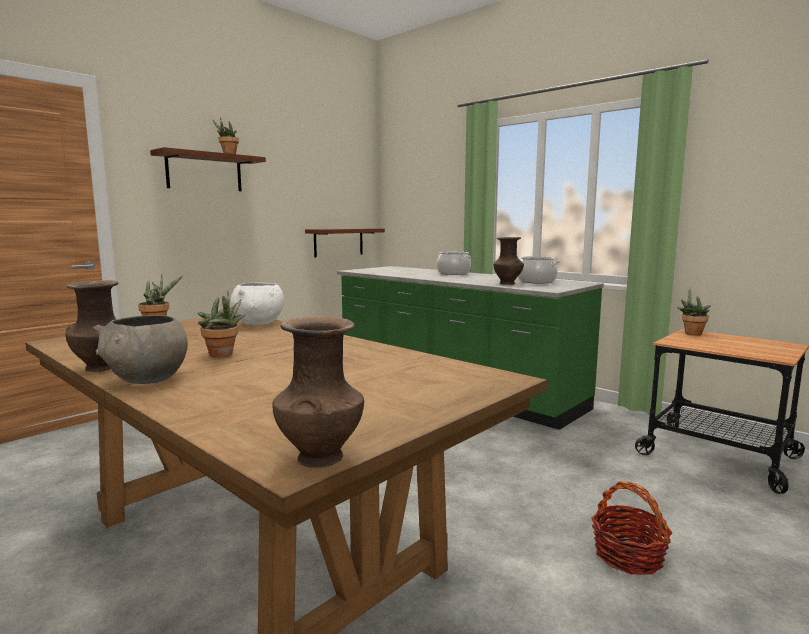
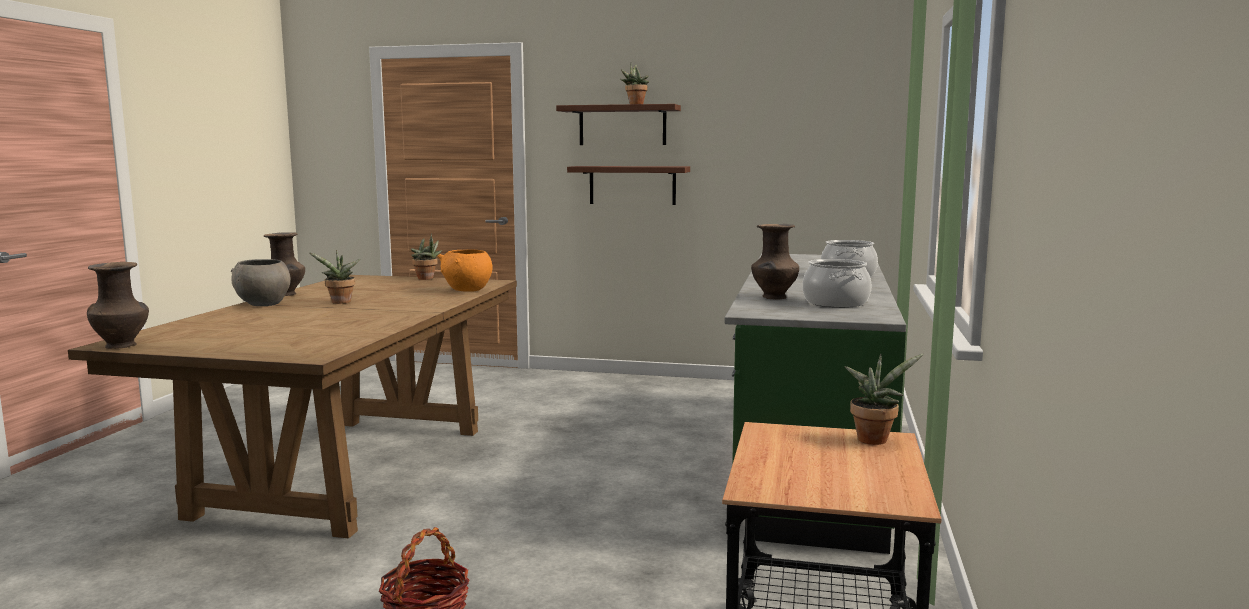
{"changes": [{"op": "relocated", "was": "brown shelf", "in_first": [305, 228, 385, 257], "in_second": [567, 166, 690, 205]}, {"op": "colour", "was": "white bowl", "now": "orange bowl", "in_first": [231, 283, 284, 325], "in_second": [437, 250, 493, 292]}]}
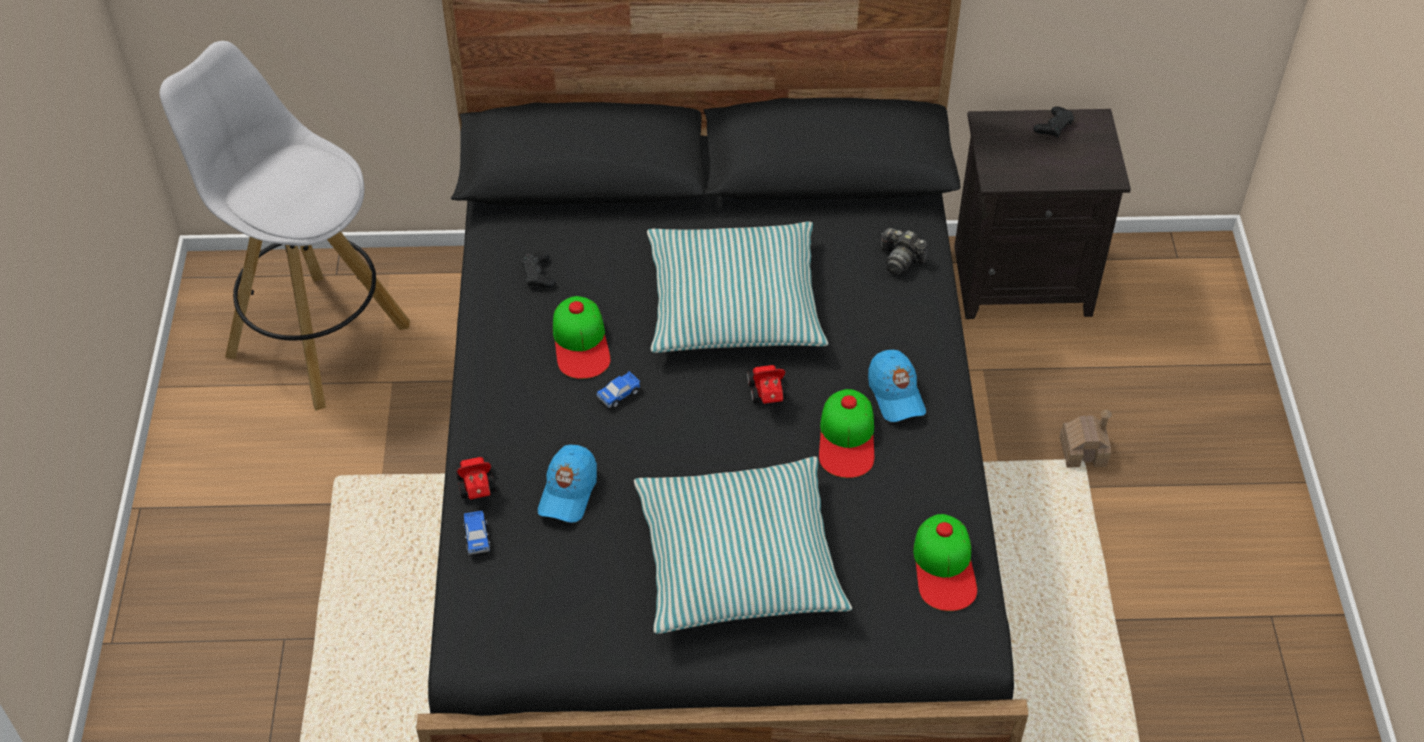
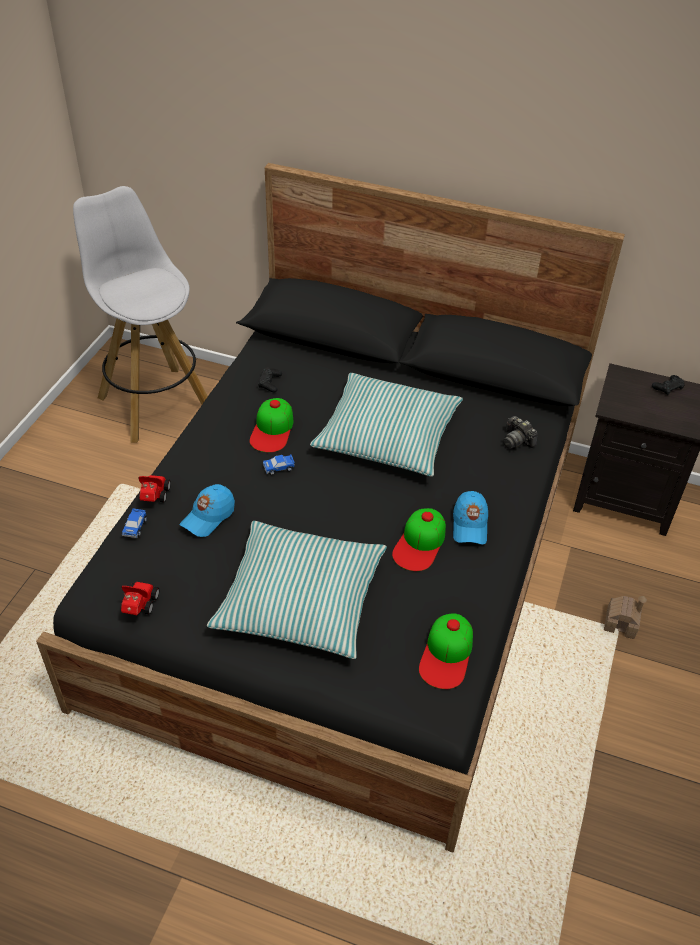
{"changes": [{"op": "relocated", "was": "toy car", "in_first": [747, 365, 786, 404], "in_second": [121, 582, 159, 615]}]}
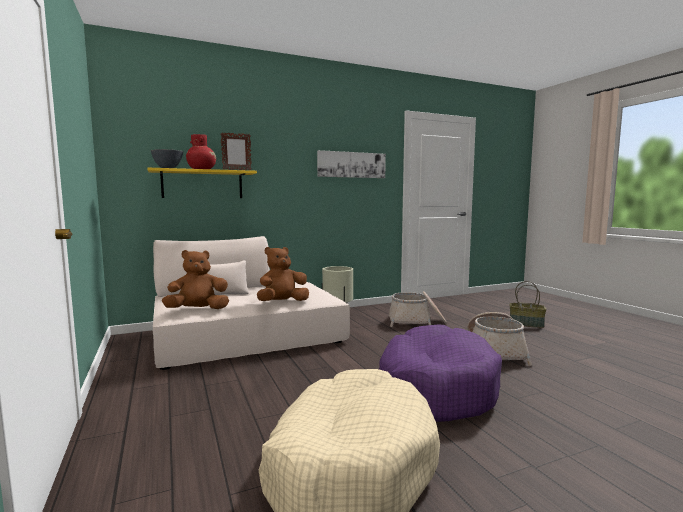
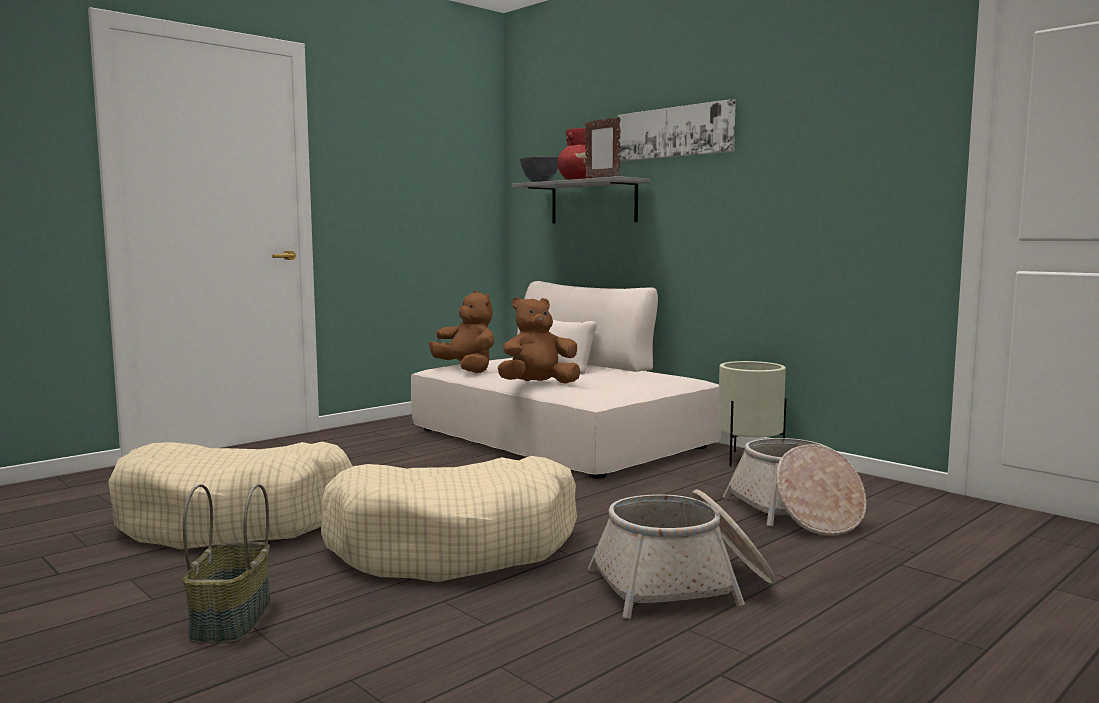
{"changes": [{"op": "relocated", "was": "picture", "in_first": [317, 150, 386, 178], "in_second": [617, 99, 736, 161]}, {"op": "relocated", "was": "basket", "in_first": [509, 281, 546, 328], "in_second": [183, 484, 270, 643]}, {"op": "colour", "was": "yellow shelf", "now": "grey shelf", "in_first": [148, 168, 257, 198], "in_second": [512, 176, 651, 224]}, {"op": "colour", "was": "purple dog bed", "now": "beige dog bed", "in_first": [379, 325, 502, 422], "in_second": [321, 456, 577, 582]}, {"op": "spun", "was": "brown plush toy", "in_first": [257, 247, 309, 301], "in_second": [498, 297, 580, 384], "clockwise": -60}]}
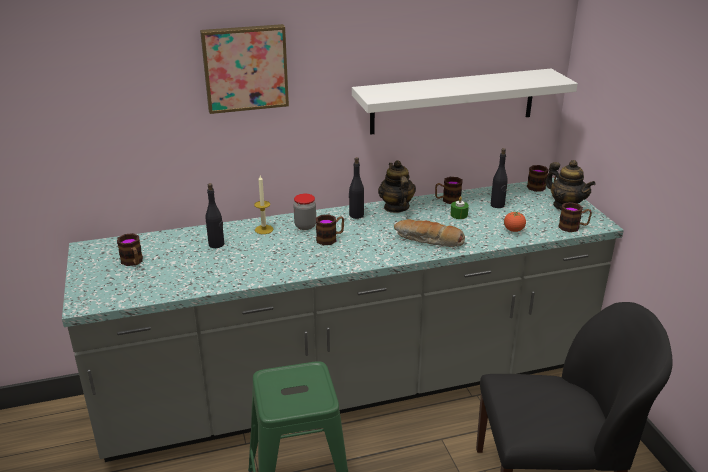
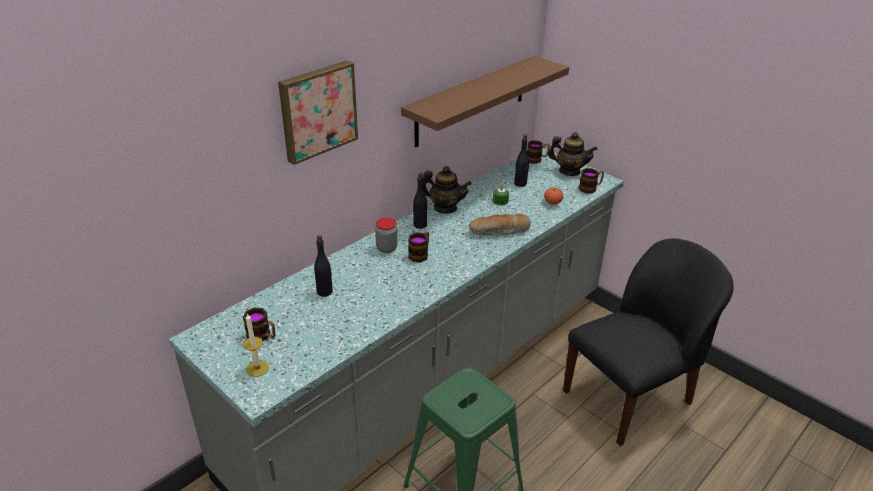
{"changes": [{"op": "missing", "was": "mug", "in_first": [435, 177, 463, 204]}, {"op": "relocated", "was": "candle", "in_first": [254, 176, 273, 234], "in_second": [243, 313, 269, 377]}, {"op": "colour", "was": "white shelf", "now": "brown shelf", "in_first": [352, 69, 578, 135], "in_second": [401, 56, 569, 147]}, {"op": "spun", "was": "teapot", "in_first": [378, 160, 416, 213], "in_second": [423, 166, 471, 214], "clockwise": 150}]}
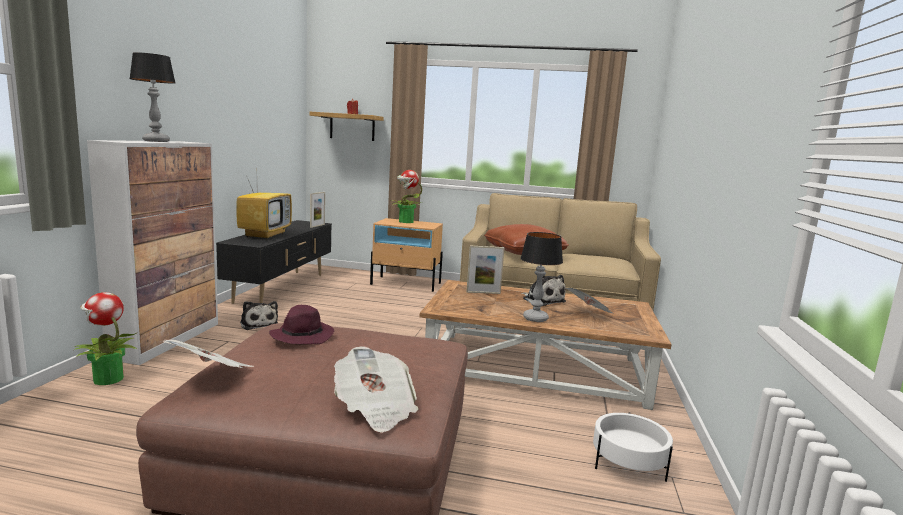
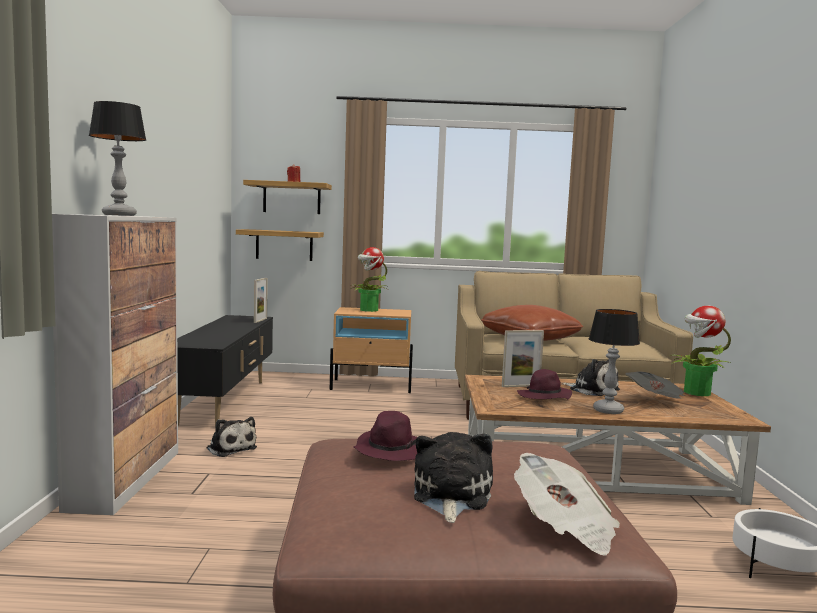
{"changes": [{"op": "missing", "was": "newspaper", "in_first": [163, 340, 254, 368]}, {"op": "missing", "was": "television", "in_first": [236, 177, 292, 239]}, {"op": "appeared", "now": "shelf", "in_second": [236, 229, 324, 261]}, {"op": "appeared", "now": "plush toy", "in_second": [414, 432, 493, 523]}, {"op": "appeared", "now": "purple hat", "in_second": [517, 369, 572, 400]}, {"op": "relocated", "was": "potted plant", "in_first": [74, 292, 138, 385], "in_second": [670, 306, 731, 396]}]}
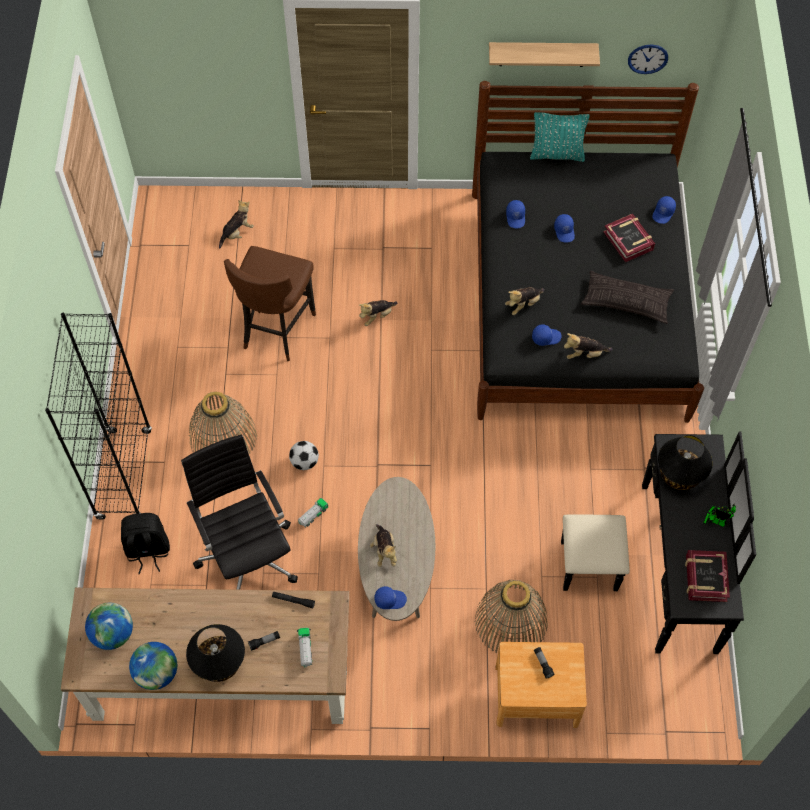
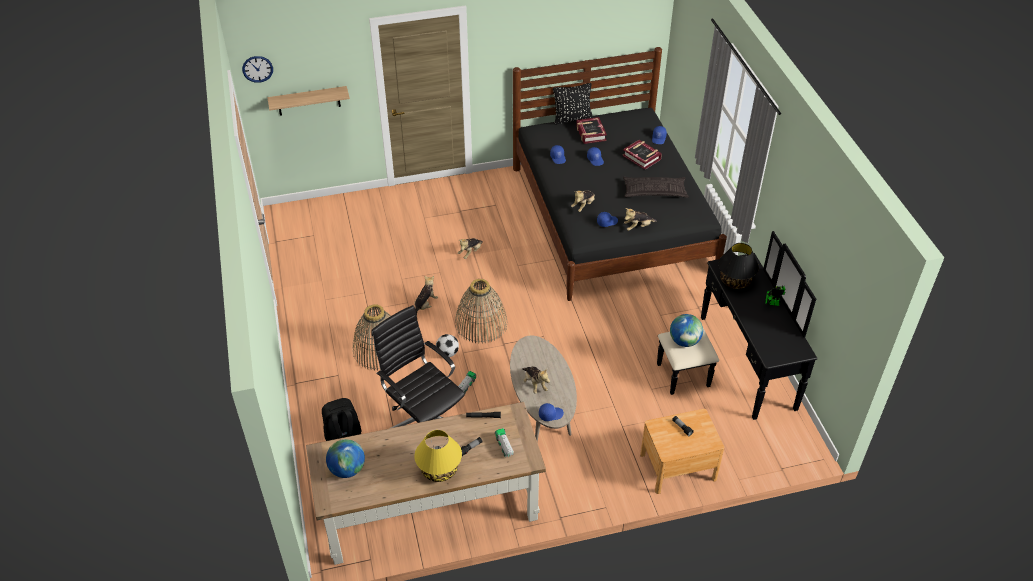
{"changes": [{"op": "missing", "was": "black bookcase", "in_first": [45, 313, 152, 520]}, {"op": "missing", "was": "brown stool", "in_first": [224, 246, 316, 361]}, {"op": "relocated", "was": "globe", "in_first": [129, 642, 177, 690], "in_second": [670, 314, 703, 347]}, {"op": "relocated", "was": "plush toy", "in_first": [219, 200, 254, 249], "in_second": [414, 276, 438, 315]}, {"op": "relocated", "was": "basket", "in_first": [475, 580, 548, 653], "in_second": [455, 279, 507, 344]}, {"op": "relocated", "was": "shelf", "in_first": [489, 42, 600, 67], "in_second": [267, 86, 350, 116]}, {"op": "relocated", "was": "wall clock", "in_first": [628, 45, 668, 74], "in_second": [242, 56, 273, 83]}, {"op": "relocated", "was": "book", "in_first": [685, 550, 730, 602], "in_second": [576, 117, 607, 144]}, {"op": "colour", "was": "black table lamp", "now": "yellow table lamp", "in_first": [186, 624, 245, 682], "in_second": [414, 430, 462, 482]}, {"op": "colour", "was": "turquoise pillow", "now": "black pillow", "in_first": [530, 112, 590, 162], "in_second": [553, 83, 593, 125]}]}
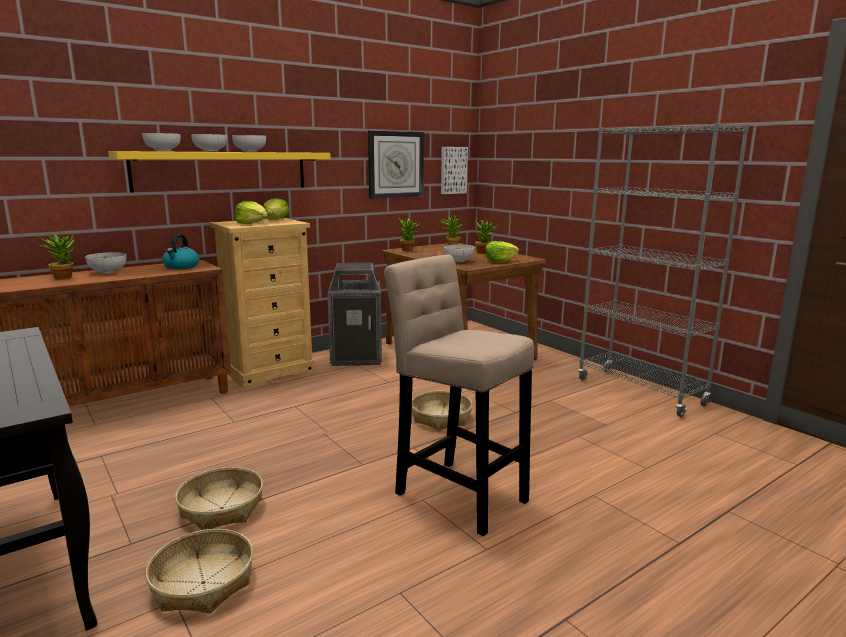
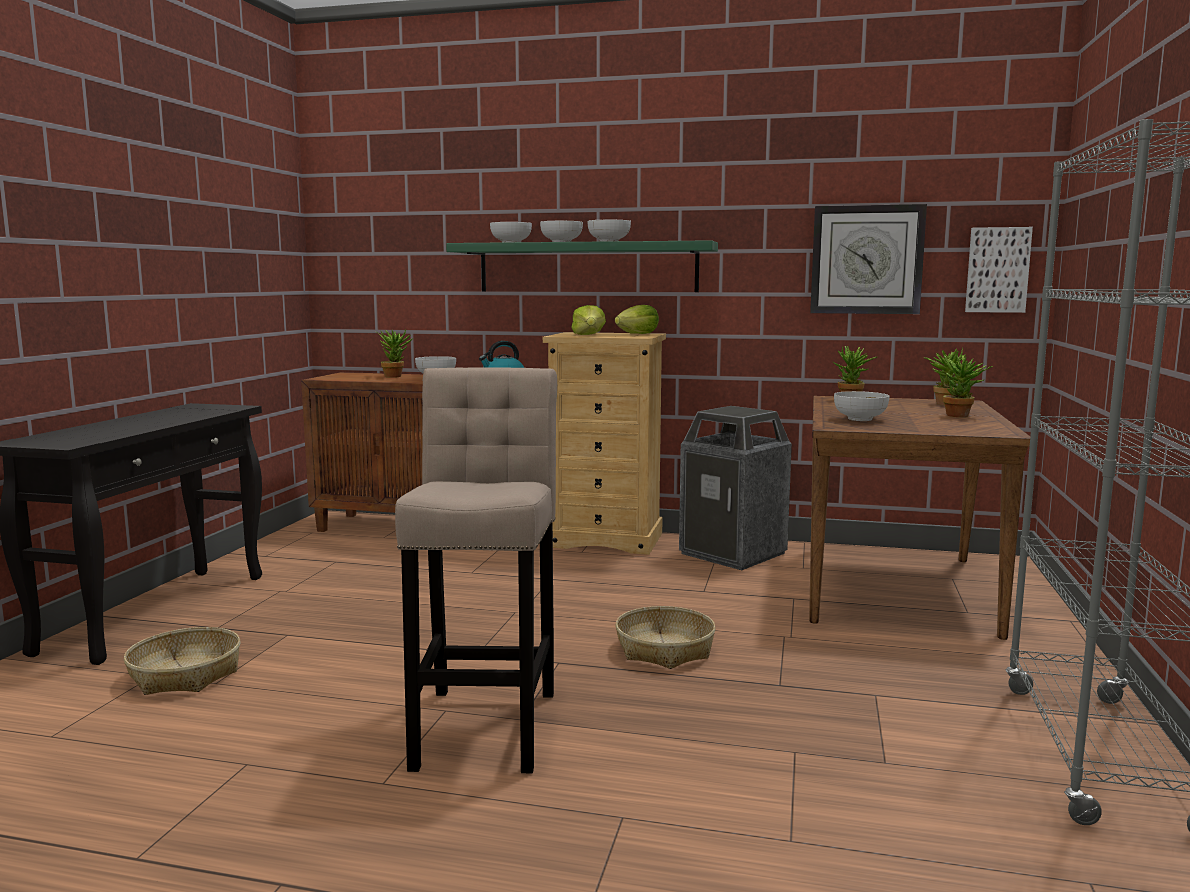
{"changes": [{"op": "missing", "was": "basket", "in_first": [175, 467, 263, 530]}, {"op": "missing", "was": "lettuce", "in_first": [485, 241, 519, 262]}, {"op": "colour", "was": "yellow shelf", "now": "green shelf", "in_first": [108, 151, 331, 193], "in_second": [446, 240, 718, 292]}]}
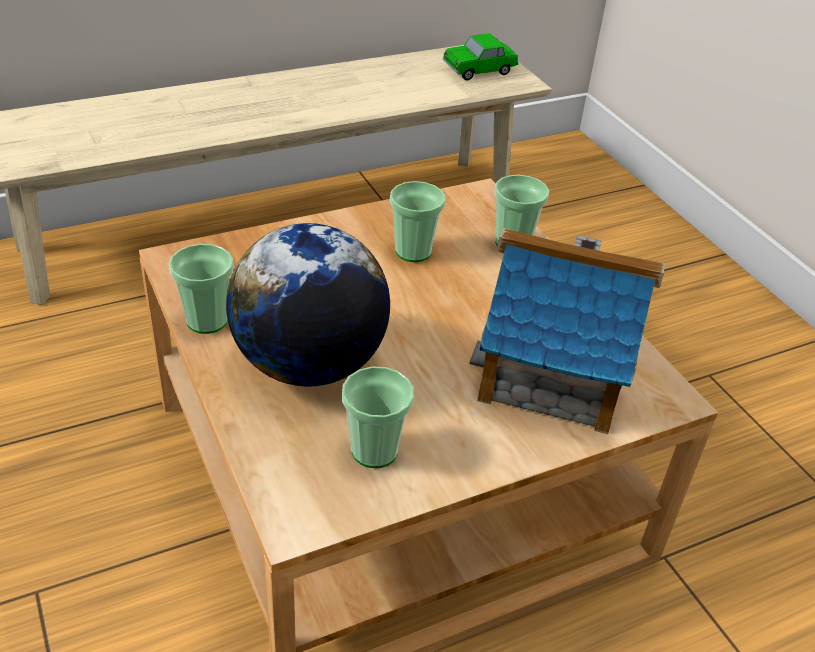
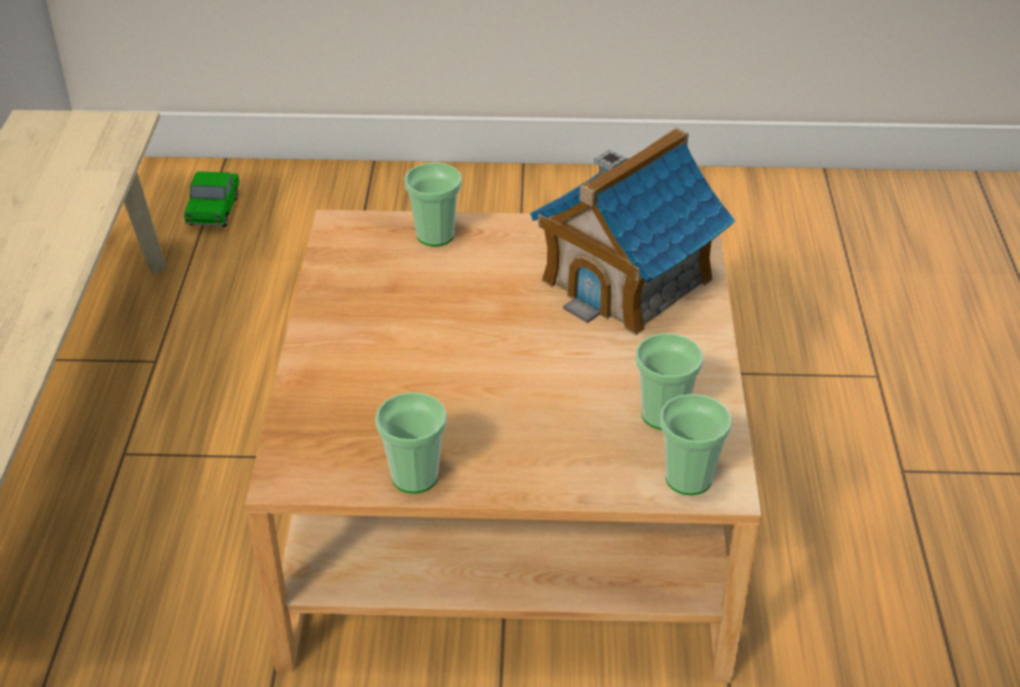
{"changes": [{"op": "missing", "was": "globe", "in_first": [226, 223, 390, 387]}, {"op": "relocated", "was": "cup", "in_first": [390, 181, 446, 262], "in_second": [660, 394, 731, 495]}, {"op": "relocated", "was": "toy car", "in_first": [443, 33, 519, 80], "in_second": [184, 171, 240, 227]}]}
